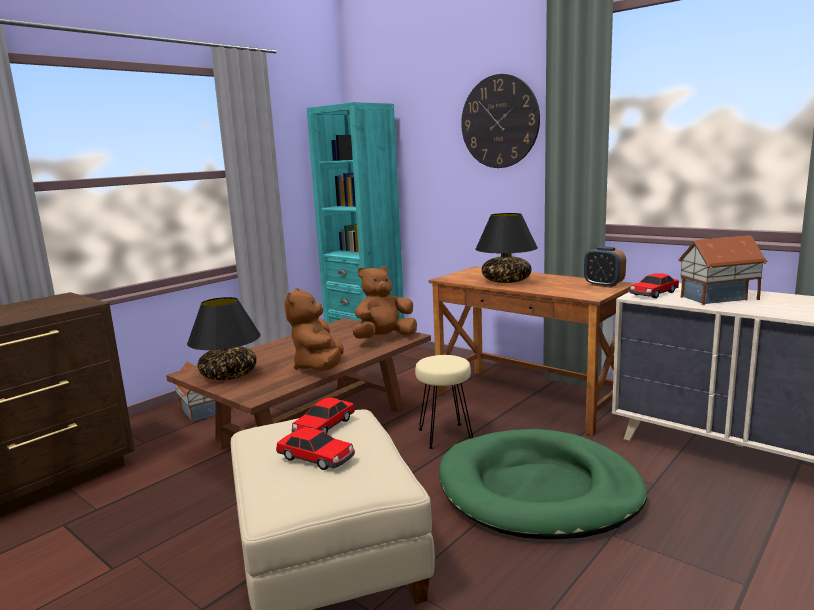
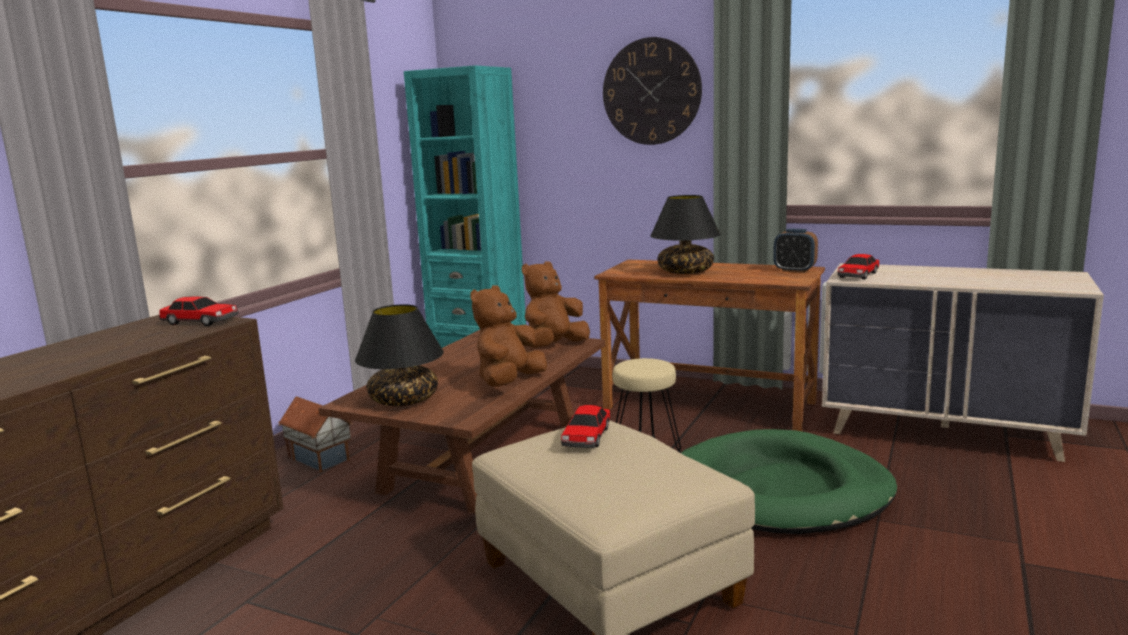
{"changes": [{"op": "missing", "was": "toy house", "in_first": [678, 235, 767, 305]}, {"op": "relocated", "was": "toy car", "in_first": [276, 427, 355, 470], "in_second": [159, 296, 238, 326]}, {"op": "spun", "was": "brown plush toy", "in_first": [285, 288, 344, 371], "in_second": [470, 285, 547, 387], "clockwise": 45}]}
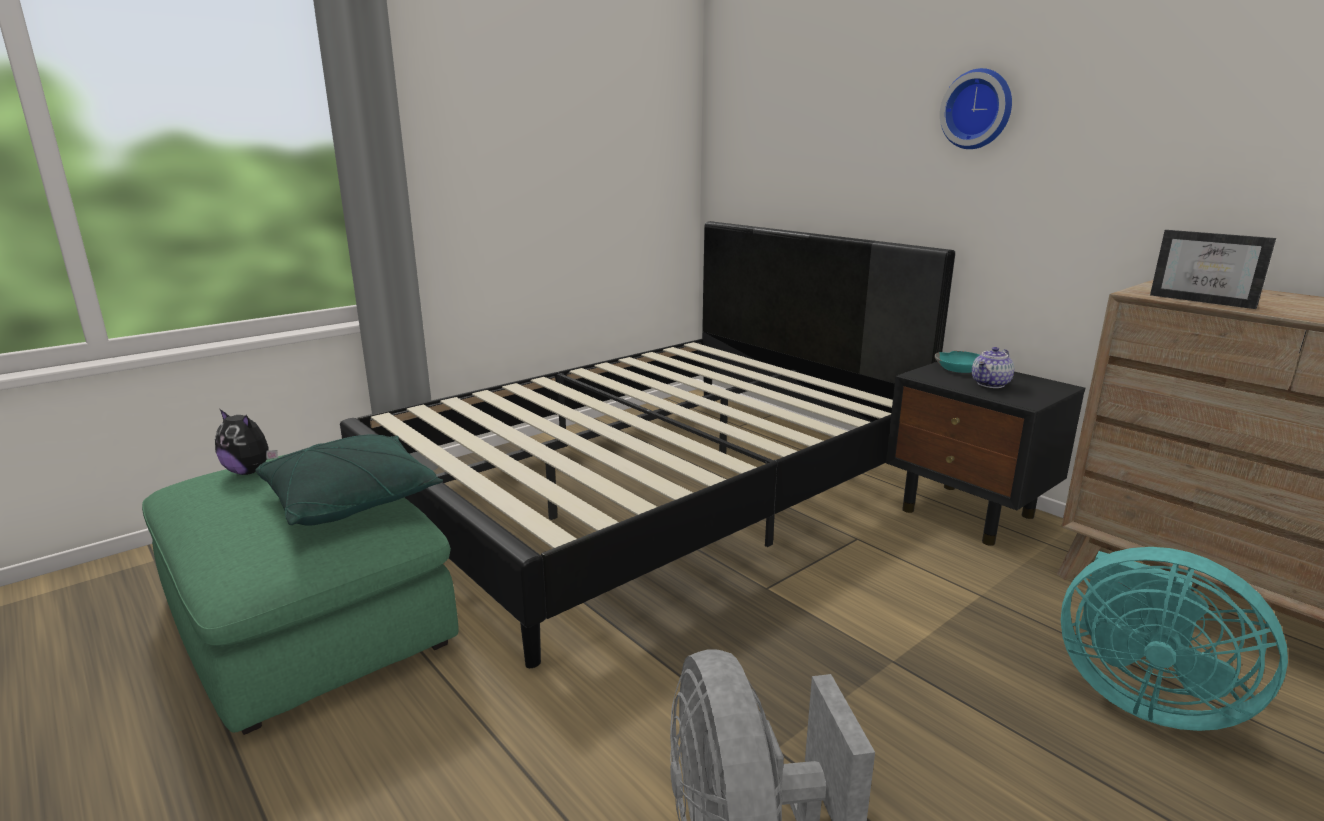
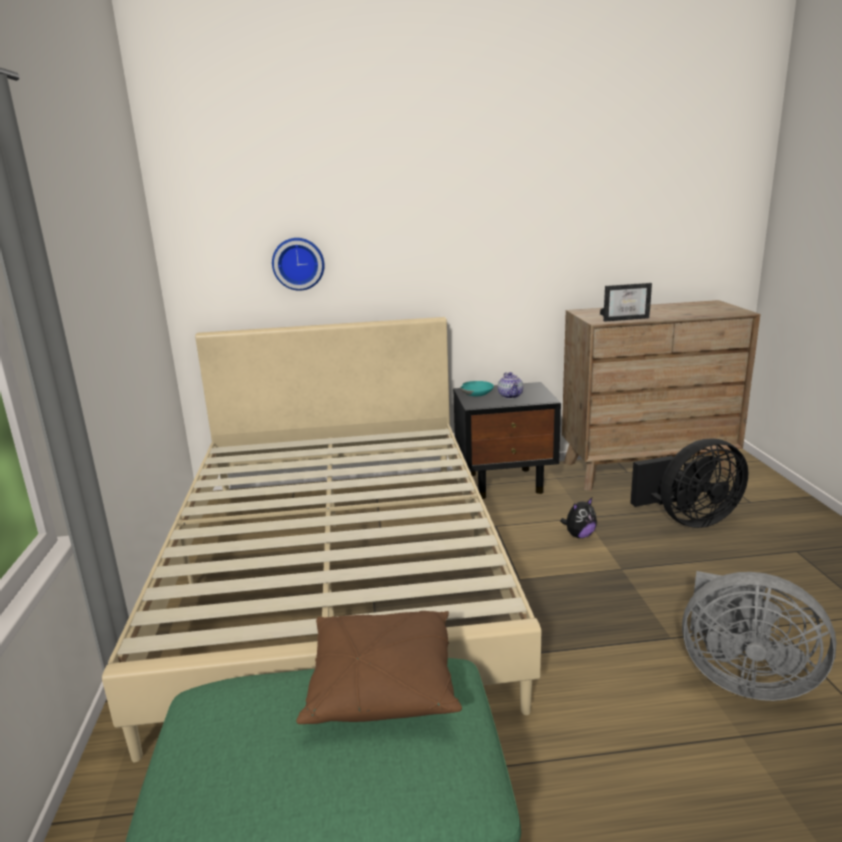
{"changes": [{"op": "relocated", "was": "plush toy", "in_first": [215, 409, 278, 475], "in_second": [560, 498, 597, 538]}, {"op": "relocated", "was": "wall clock", "in_first": [940, 68, 1012, 149], "in_second": [272, 238, 325, 291]}, {"op": "colour", "was": "green pillow", "now": "brown pillow", "in_first": [256, 434, 443, 526], "in_second": [296, 611, 462, 724]}, {"op": "colour", "was": "black bed", "now": "beige bed", "in_first": [340, 221, 955, 668], "in_second": [102, 317, 541, 762]}, {"op": "colour", "was": "turquoise fan", "now": "black fan", "in_first": [1061, 547, 1288, 731], "in_second": [631, 438, 748, 528]}]}
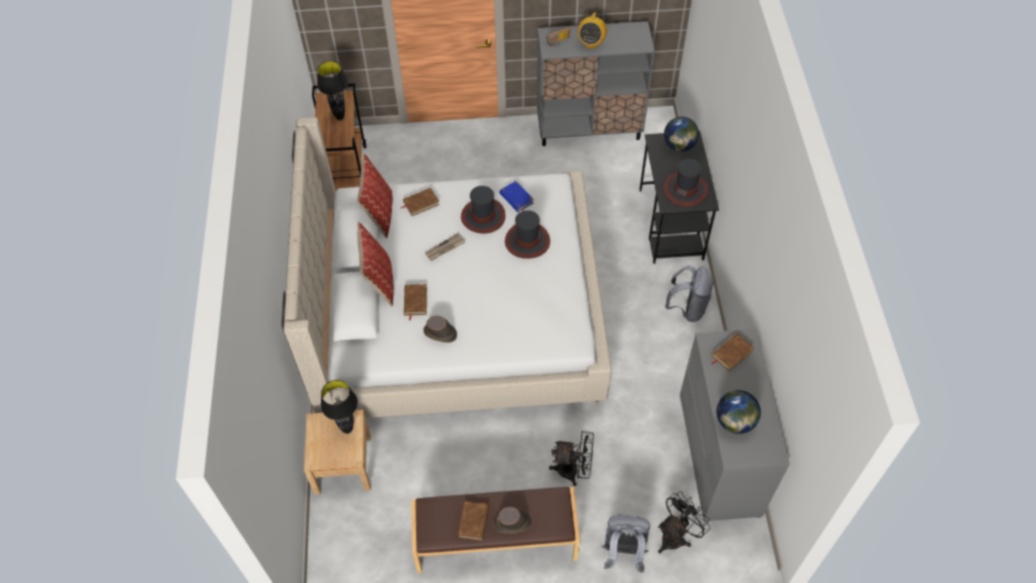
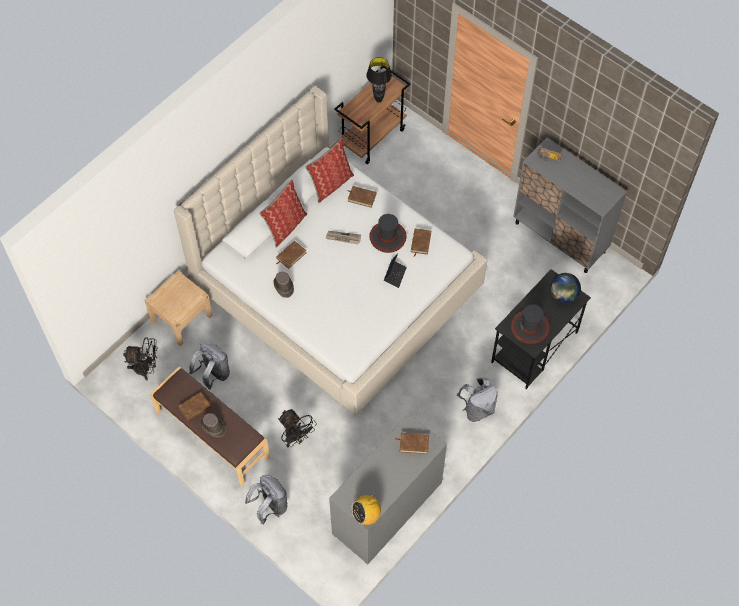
{"changes": [{"op": "missing", "was": "black table lamp", "in_first": [321, 380, 358, 434]}, {"op": "missing", "was": "globe", "in_first": [716, 390, 761, 434]}, {"op": "appeared", "now": "grey backpack", "in_second": [189, 342, 230, 390]}, {"op": "relocated", "was": "radio", "in_first": [577, 12, 607, 49], "in_second": [351, 495, 381, 525]}, {"op": "relocated", "was": "black fan", "in_first": [658, 491, 710, 554], "in_second": [123, 337, 157, 380]}, {"op": "exchanged", "was": "hat", "now": "laptop", "in_first": [505, 210, 550, 259], "in_second": [384, 253, 407, 288]}, {"op": "colour", "was": "blue book", "now": "brown book", "in_first": [499, 181, 534, 212], "in_second": [411, 228, 431, 257]}]}
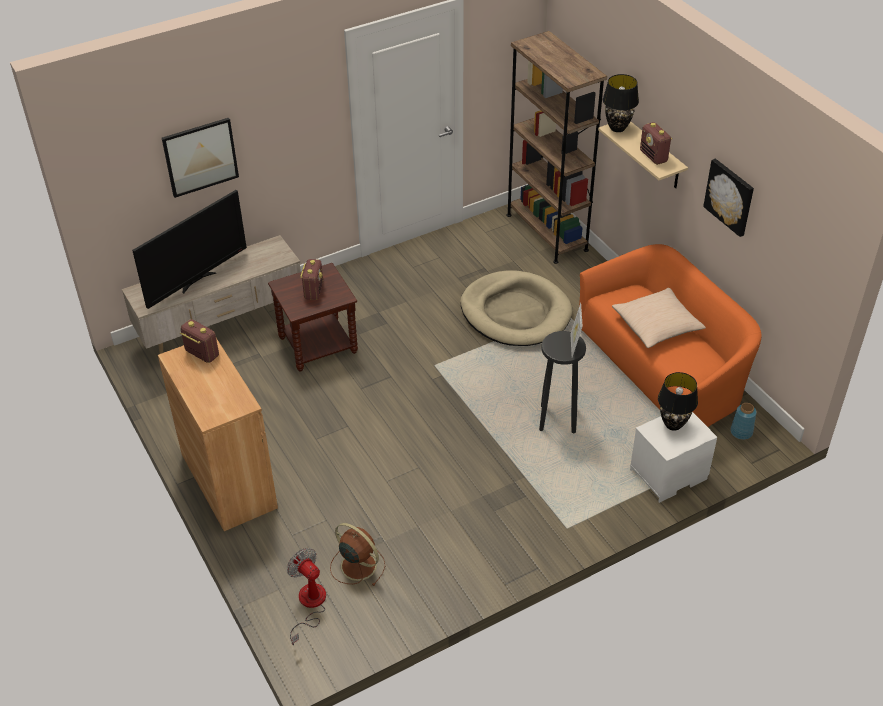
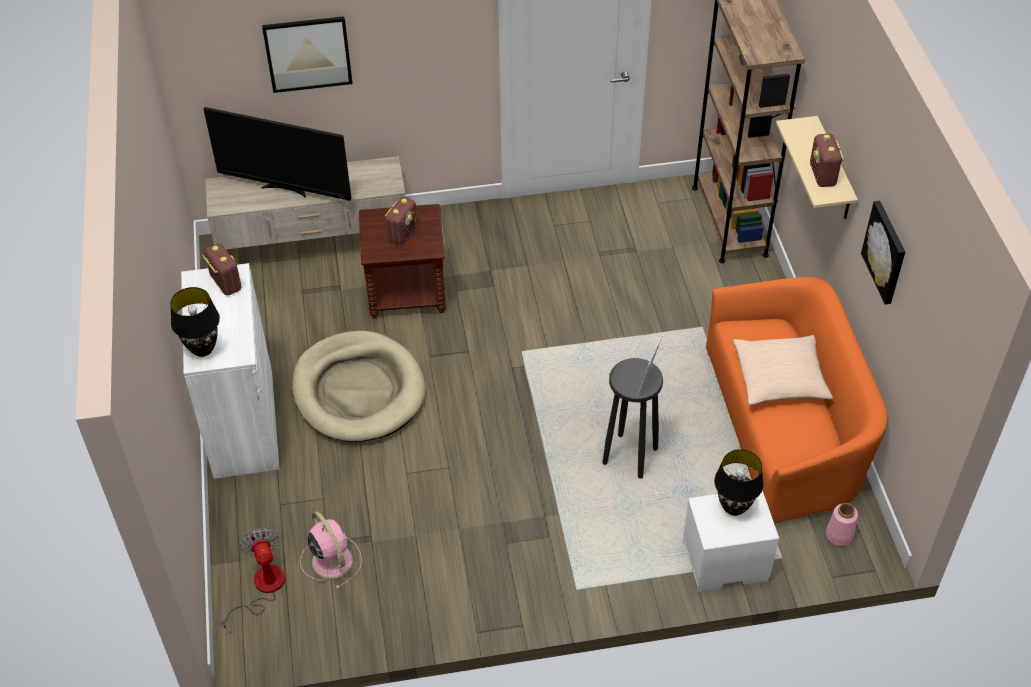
{"changes": [{"op": "relocated", "was": "beige dog bed", "in_first": [460, 270, 572, 346], "in_second": [292, 331, 426, 442]}, {"op": "relocated", "was": "black table lamp", "in_first": [603, 74, 639, 132], "in_second": [170, 287, 220, 357]}, {"op": "colour", "was": "brown cabinet", "now": "white cabinet", "in_first": [158, 338, 278, 531], "in_second": [181, 263, 279, 479]}, {"op": "colour", "was": "brown fan", "now": "pink fan", "in_first": [330, 523, 385, 586], "in_second": [300, 511, 362, 589]}, {"op": "colour", "was": "blue vase", "now": "pink vase", "in_first": [730, 403, 756, 440], "in_second": [826, 503, 858, 546]}, {"op": "spun", "was": "television", "in_first": [132, 190, 247, 309], "in_second": [204, 107, 352, 201], "clockwise": 45}]}
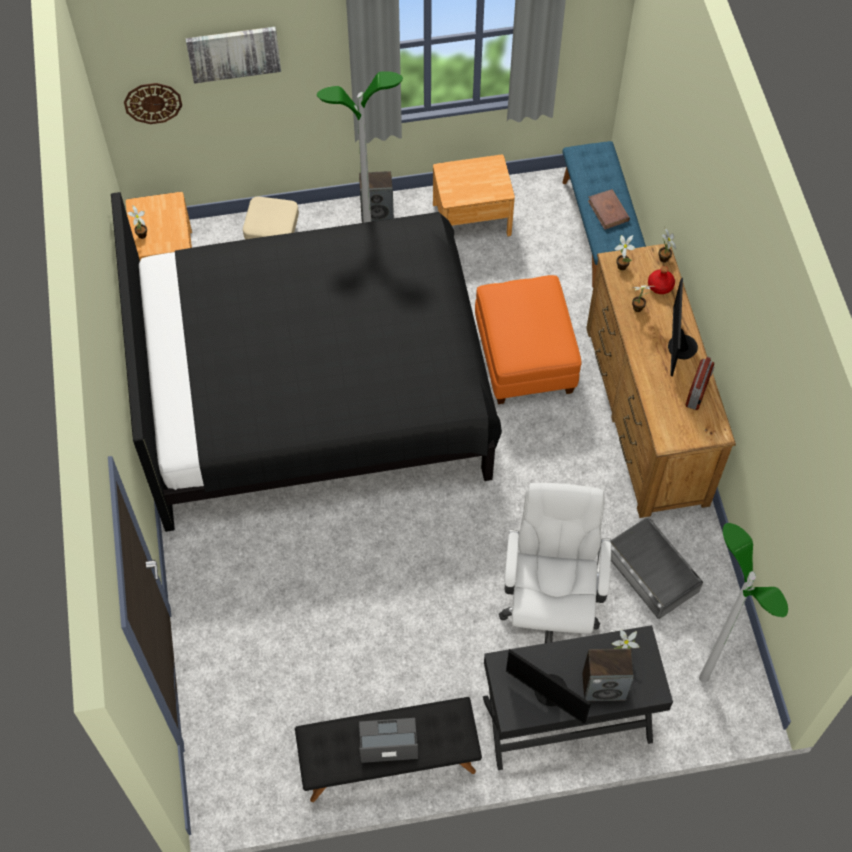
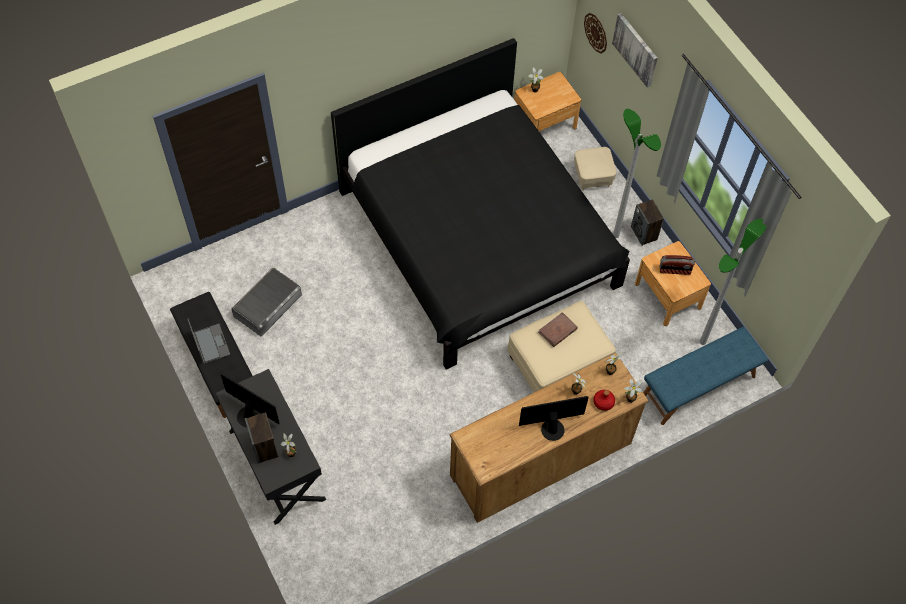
{"changes": [{"op": "missing", "was": "white office chair", "in_first": [499, 483, 611, 643]}, {"op": "relocated", "was": "brown book", "in_first": [588, 189, 630, 230], "in_second": [538, 312, 578, 347]}, {"op": "relocated", "was": "grey storage box", "in_first": [611, 518, 703, 619], "in_second": [232, 268, 302, 336]}, {"op": "relocated", "was": "radio", "in_first": [686, 357, 714, 410], "in_second": [660, 255, 695, 275]}, {"op": "relocated", "was": "floor lamp", "in_first": [699, 523, 788, 683], "in_second": [699, 219, 766, 345]}, {"op": "colour", "was": "orange ottoman", "now": "beige ottoman", "in_first": [475, 275, 582, 404], "in_second": [507, 301, 616, 392]}, {"op": "spun", "was": "monitor", "in_first": [506, 649, 591, 723], "in_second": [221, 374, 279, 427], "clockwise": 105}]}
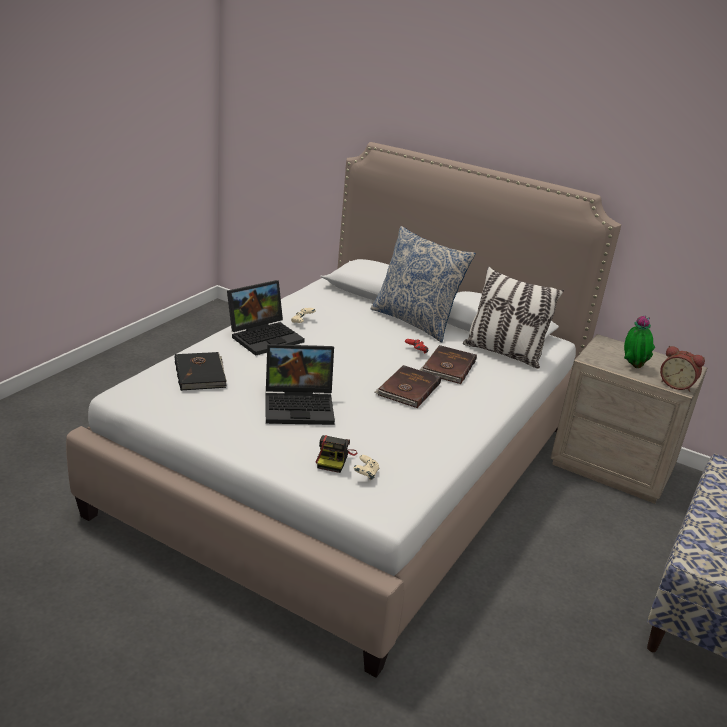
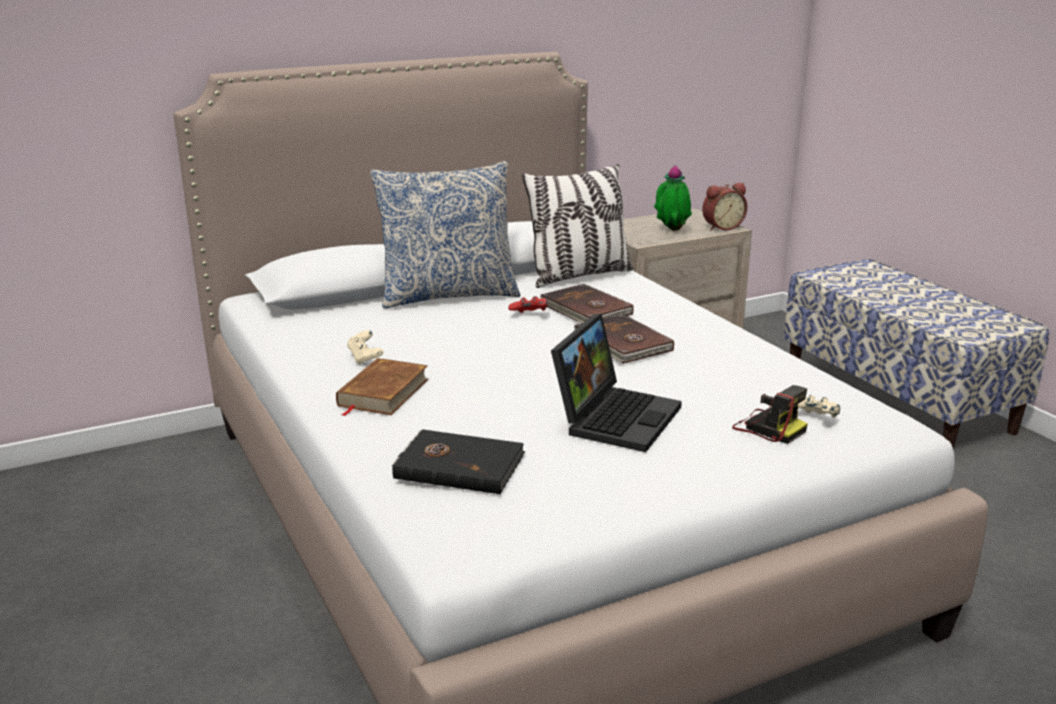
{"changes": [{"op": "exchanged", "was": "laptop", "now": "brown book", "in_first": [227, 280, 305, 356], "in_second": [336, 358, 428, 416]}]}
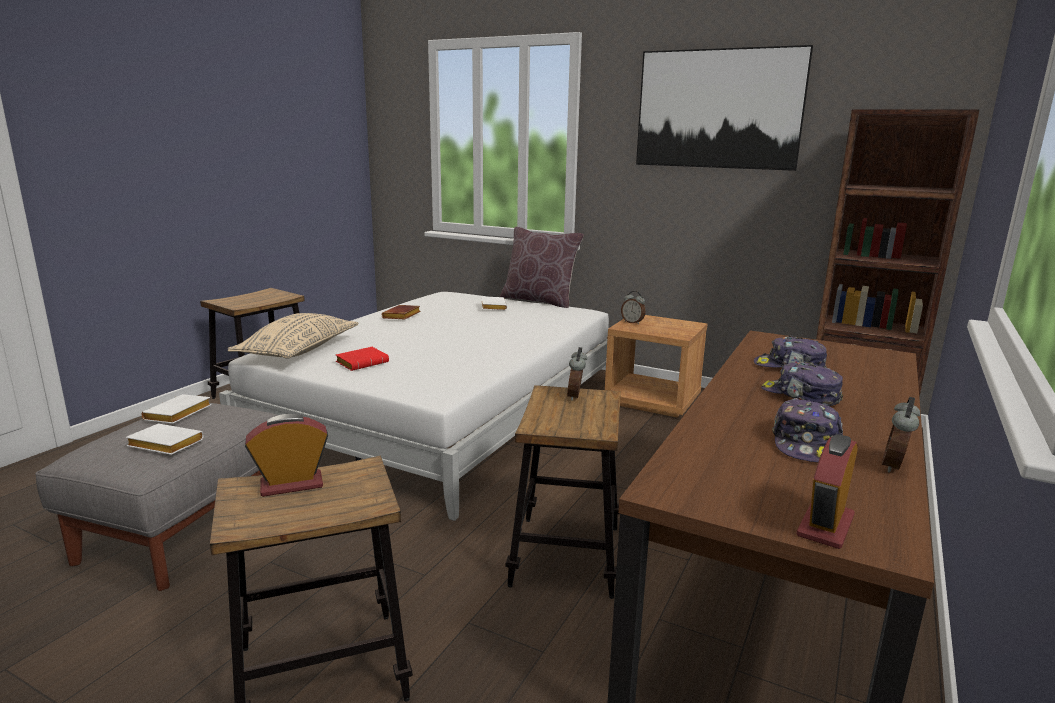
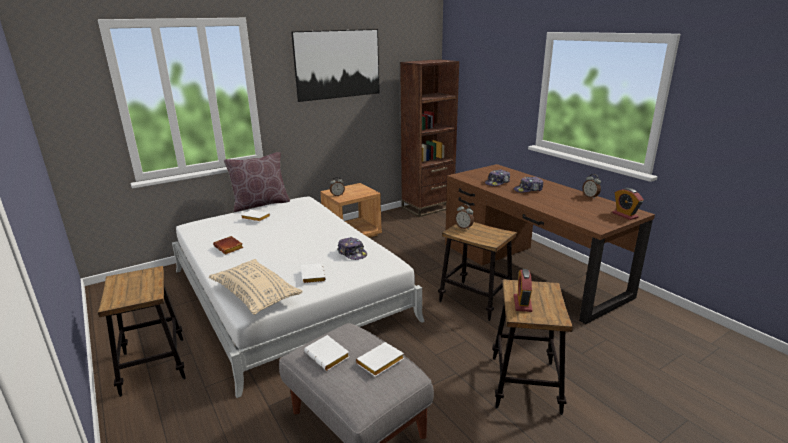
{"changes": [{"op": "relocated", "was": "cap", "in_first": [773, 398, 843, 462], "in_second": [338, 237, 367, 260]}, {"op": "colour", "was": "red book", "now": "white book", "in_first": [336, 347, 389, 371], "in_second": [301, 264, 326, 284]}]}
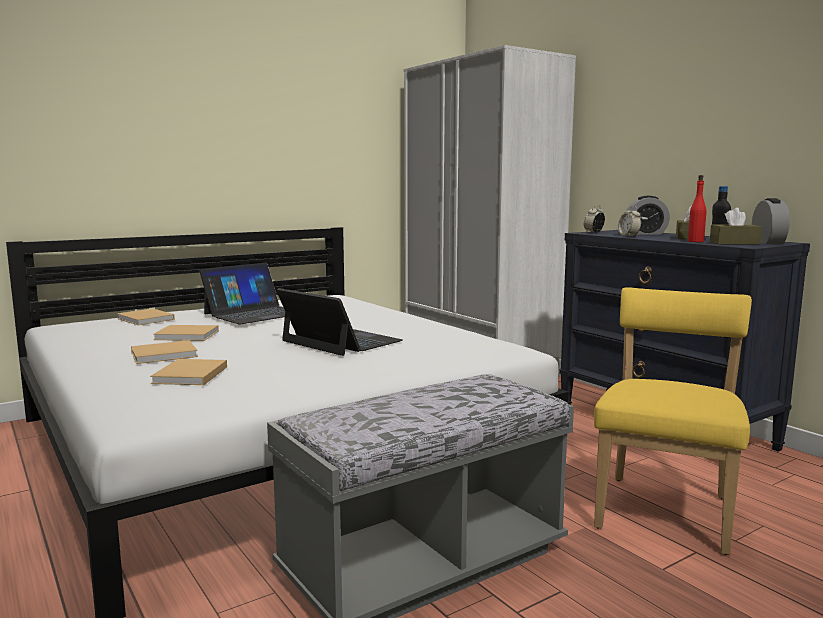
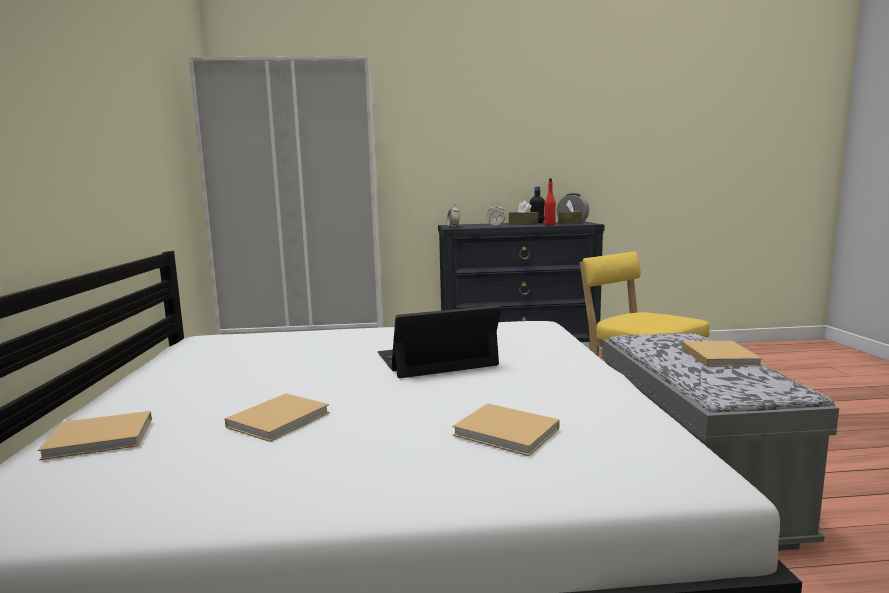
{"changes": [{"op": "missing", "was": "laptop", "in_first": [200, 263, 285, 324]}, {"op": "missing", "was": "alarm clock", "in_first": [626, 196, 670, 234]}, {"op": "relocated", "was": "beige book", "in_first": [131, 340, 198, 364], "in_second": [682, 341, 763, 367]}]}
